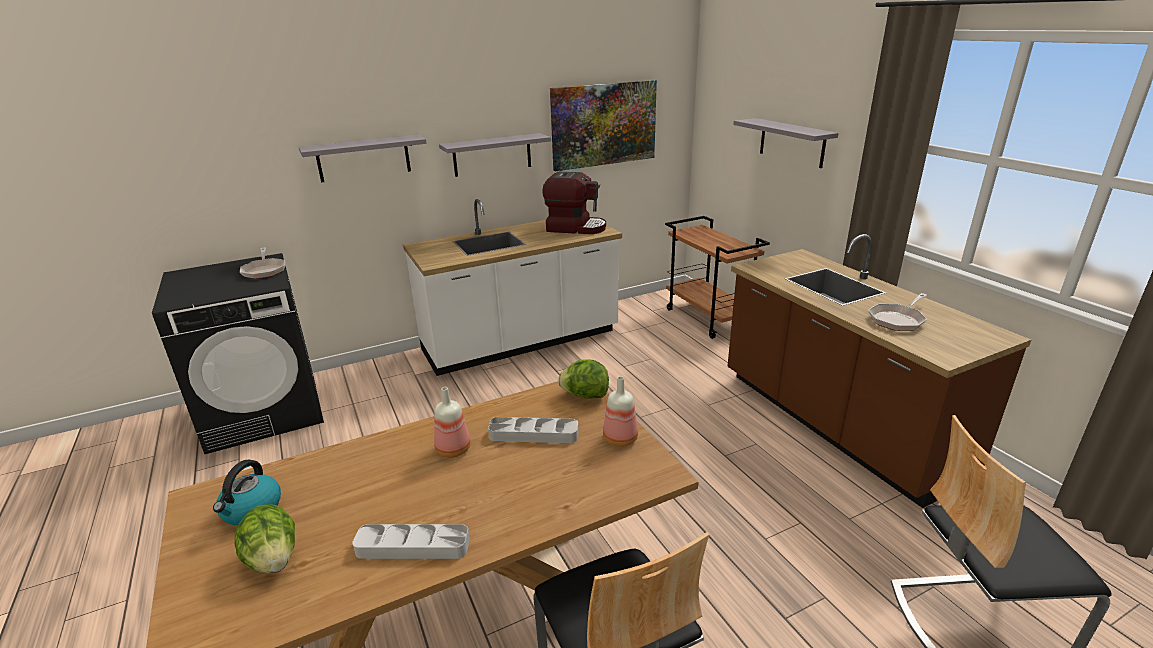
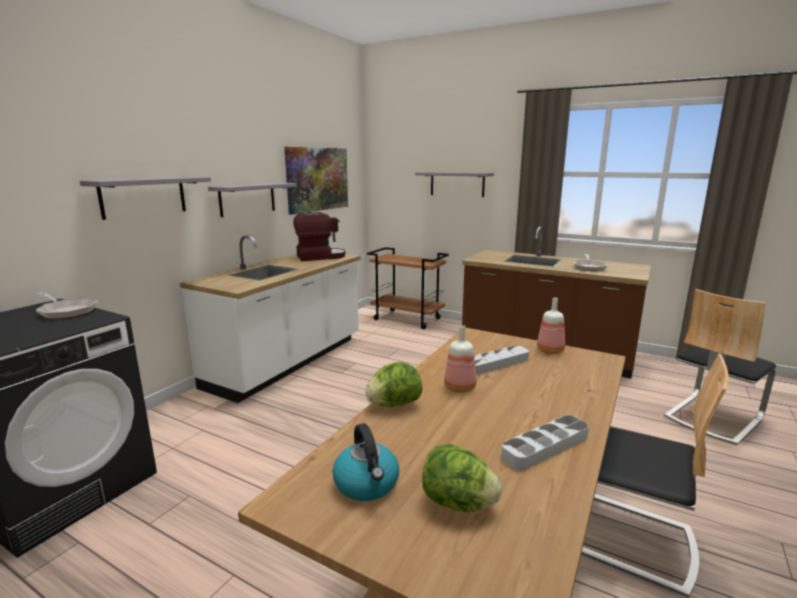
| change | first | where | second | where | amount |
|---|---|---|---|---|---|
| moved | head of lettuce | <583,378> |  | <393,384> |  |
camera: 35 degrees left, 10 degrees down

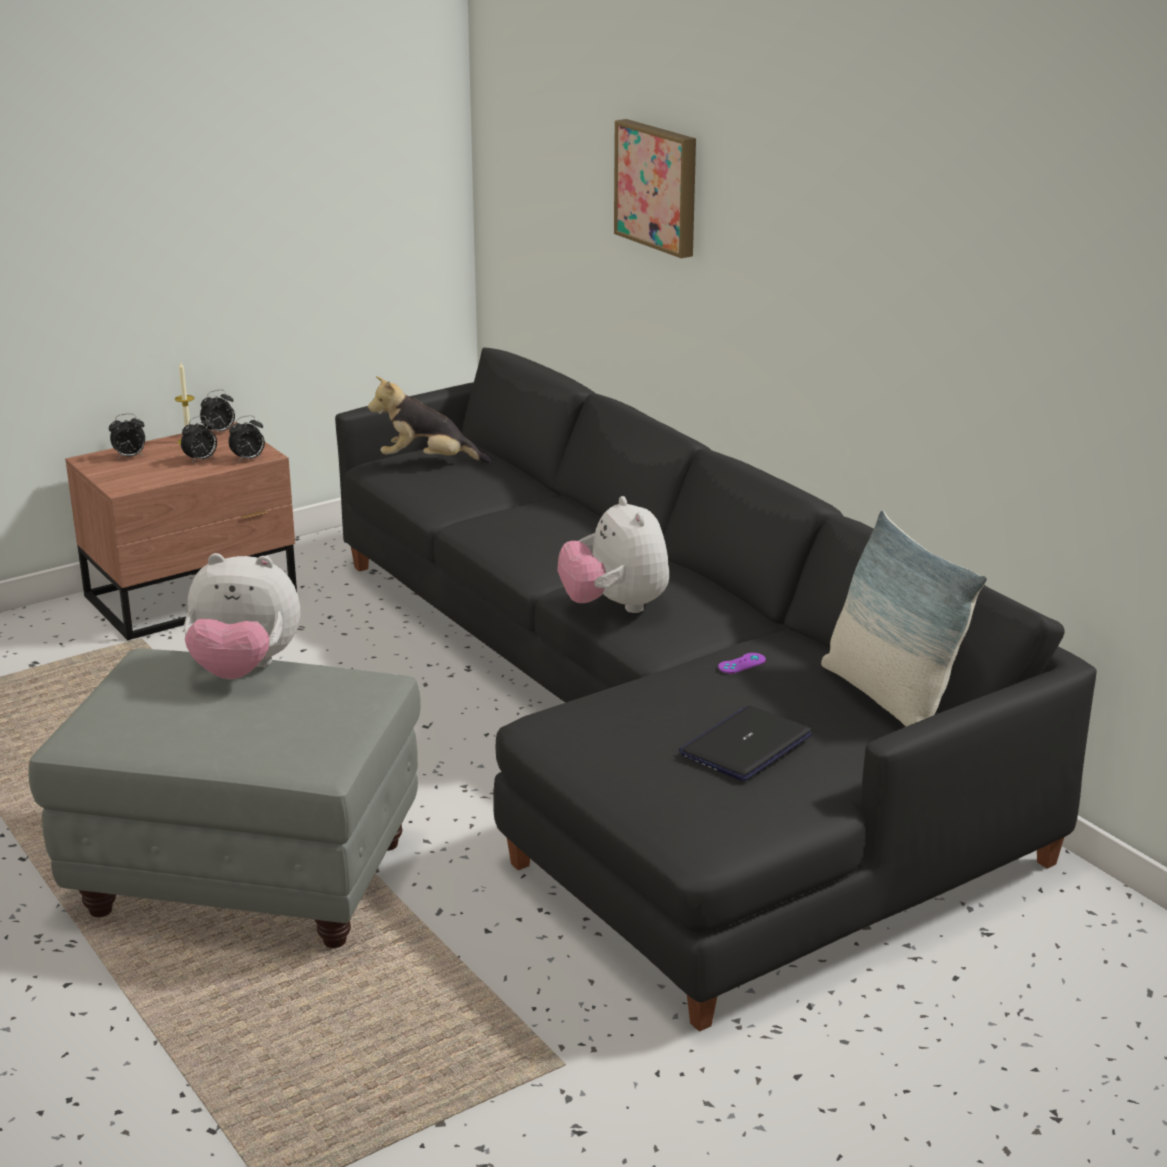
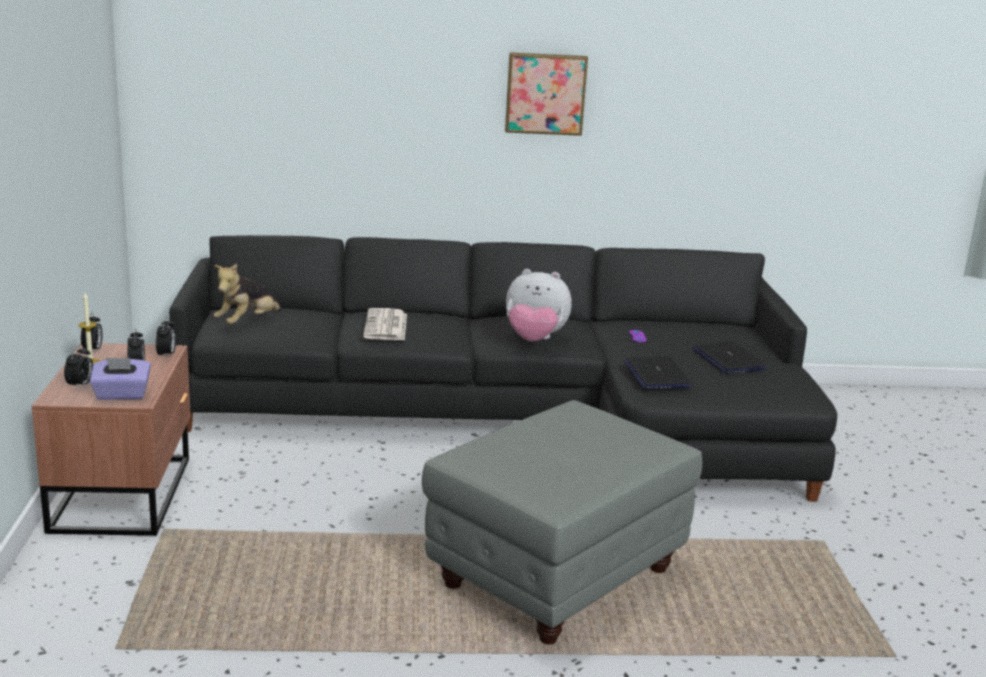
| change | first | where | second | where | amount |
|---|---|---|---|---|---|
| removed | plush toy | <242,616> |  |  |  |
| removed | pillow | <904,618> |  |  |  |
| added |  |  | box of tissues in purplish | <120,378> |  |
| added |  |  | daily paper | <385,324> |  |
| added |  |  | laptop | <657,372> |  |
| moved | wall picture | <655,188> |  | <546,94> |  |
camera: 60 degrees left, 5 degrees down

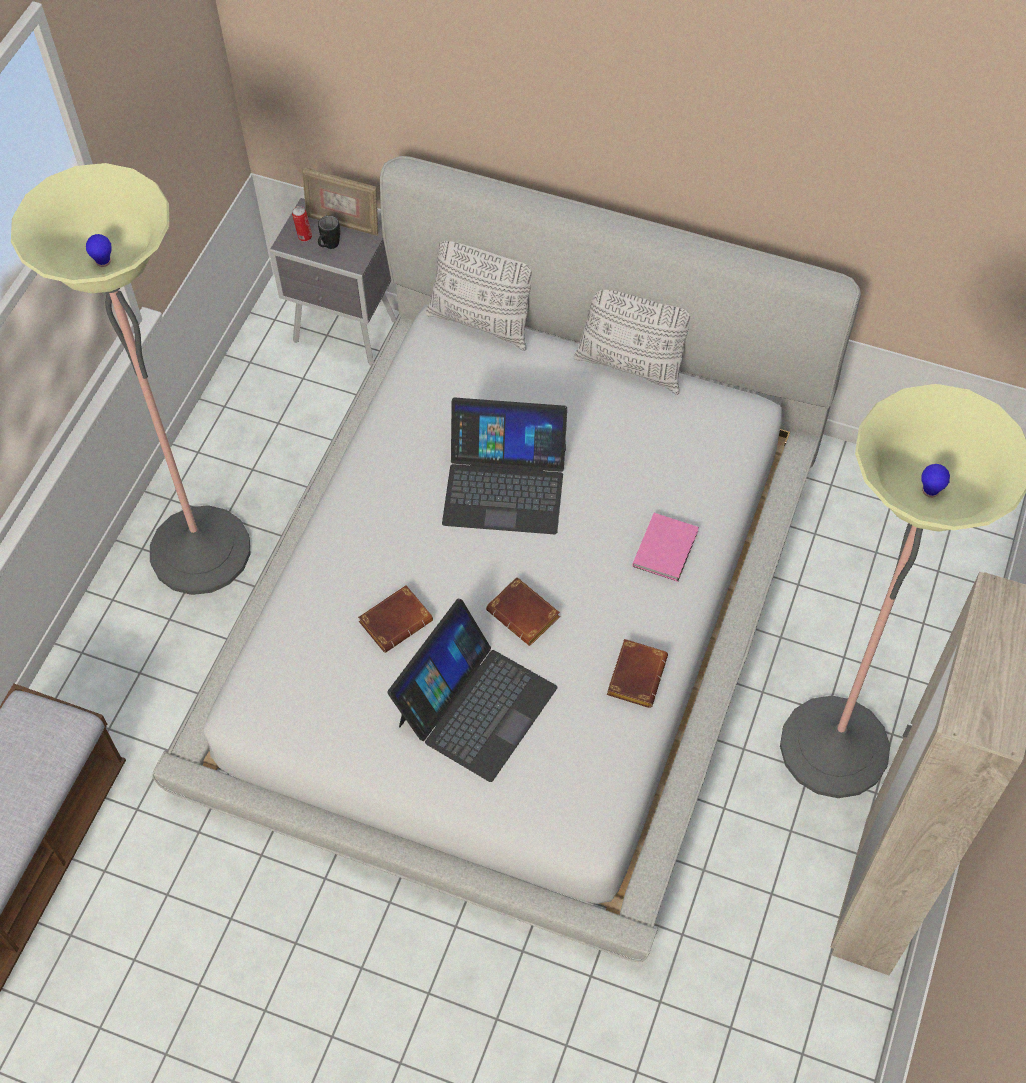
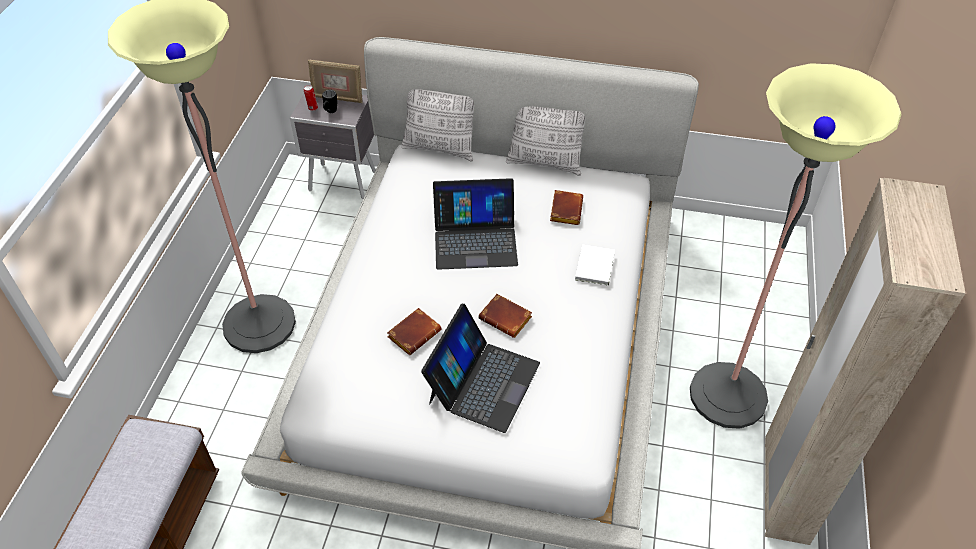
| change | first | where | second | where | amount |
|---|---|---|---|---|---|
| moved | volume in brown-coloured | <637,673> |  | <566,207> |  |
| recoloured | volume in pinkish | <666,547> | volume in white-coloured | <595,265> |  |
camera: 10 degrees left, 10 degrees down

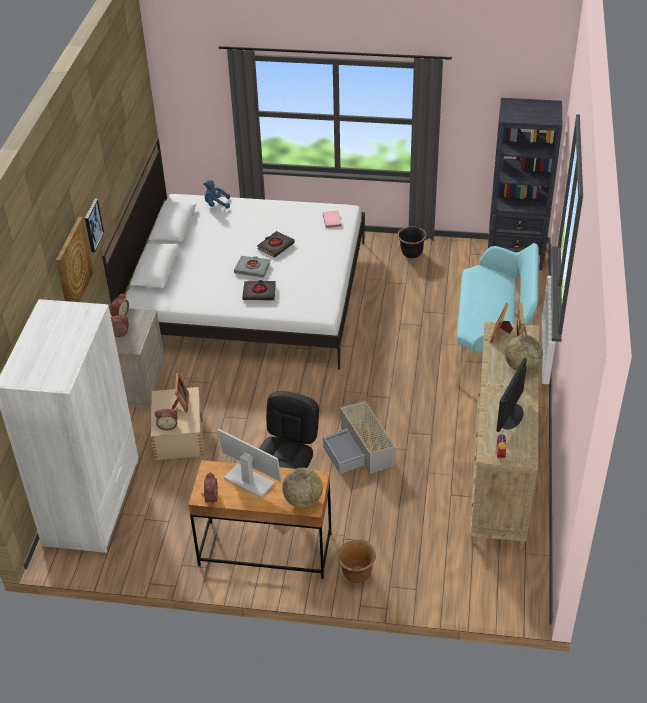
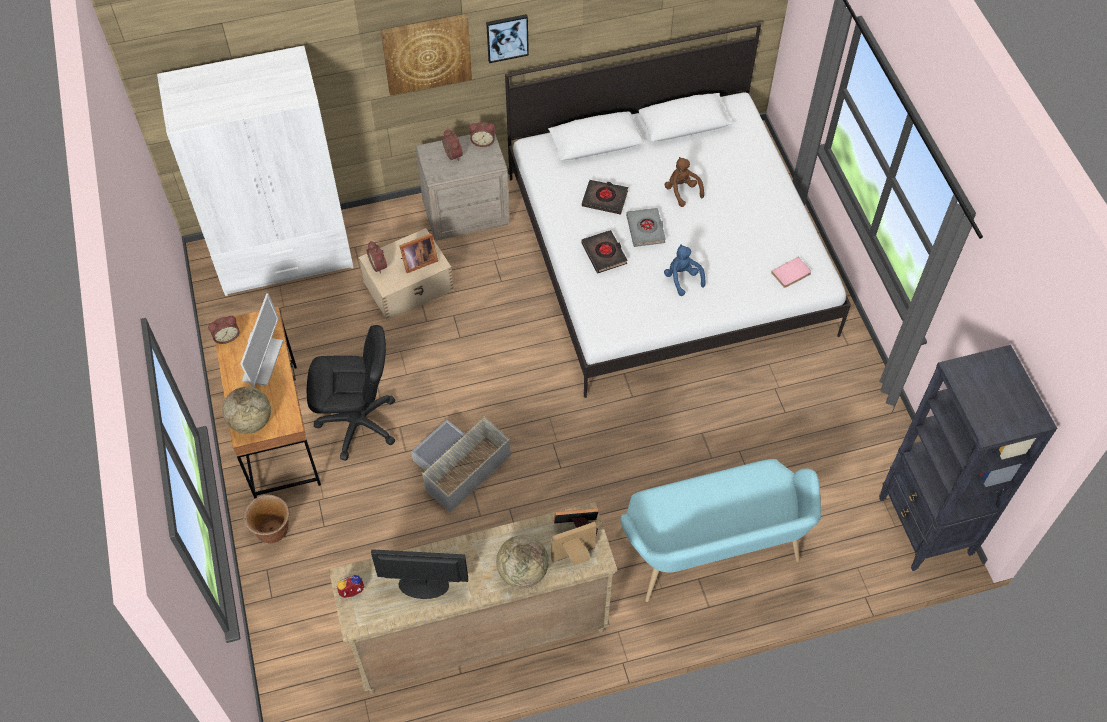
| change | first | where | second | where | amount |
|---|---|---|---|---|---|
| removed | planter in black-coloured | <412,242> |  |  |  |
| added |  |  | plush toy in brown-coloured | <684,182> |  |
| moved | plush toy in bluish | <216,194> |  | <685,270> |  |
| moved | volume in black-coloured | <276,244> |  | <605,197> |  |
camera: 65 degrees right, 15 degrees up

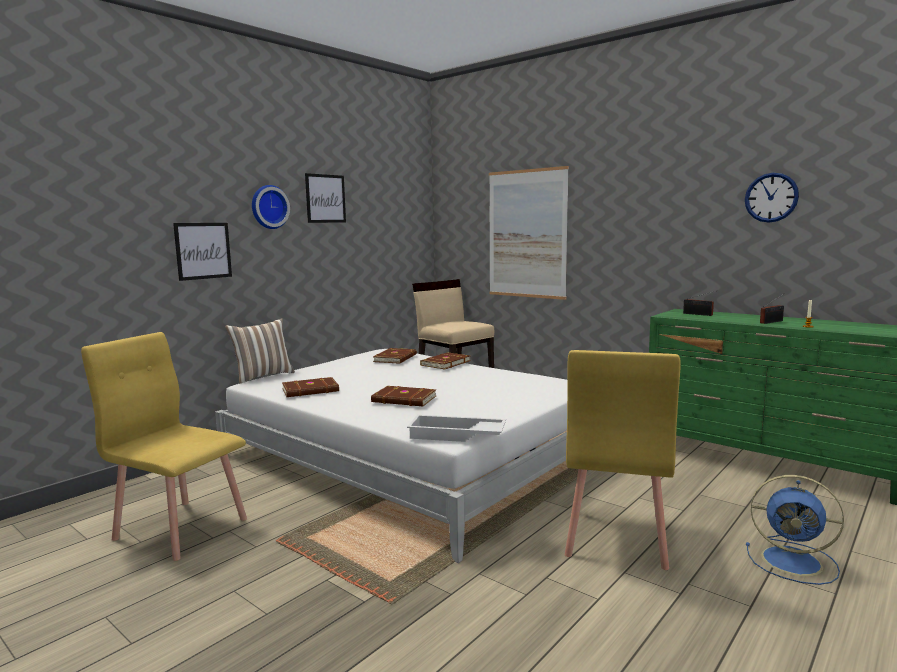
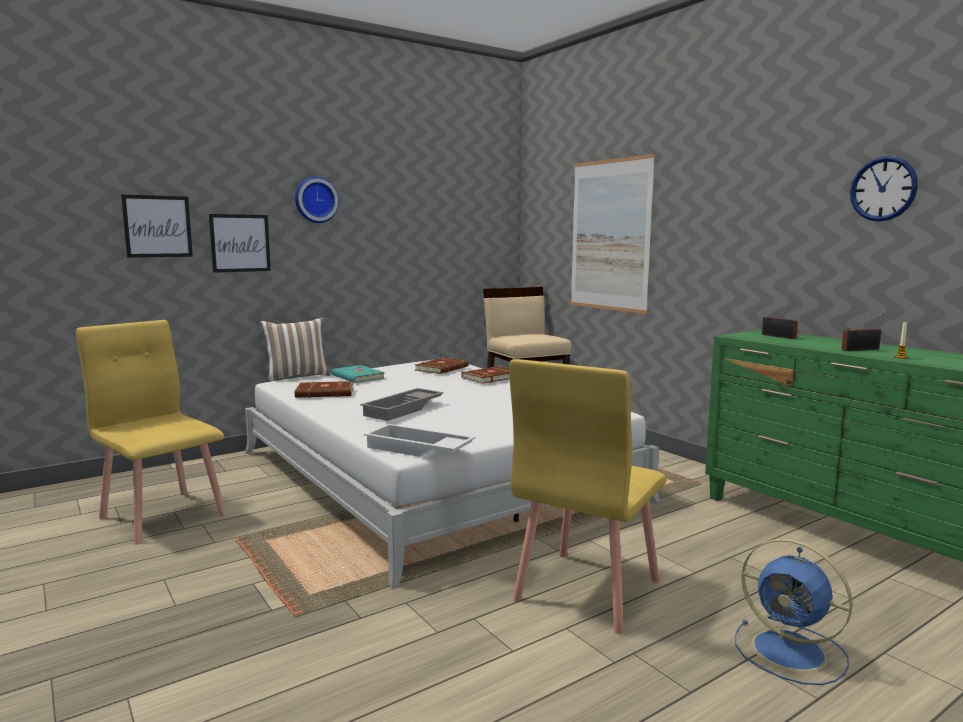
| change | first | where | second | where | amount |
|---|---|---|---|---|---|
| added |  |  | volume in turquoise | <358,374> |  |
| moved | wall picture | <325,198> |  | <157,226> |  |
| replaced | volume in brown-coloured | <403,396> | tray in gray | <402,404> |  |
camera: 15 degrees right, 0 degrees up

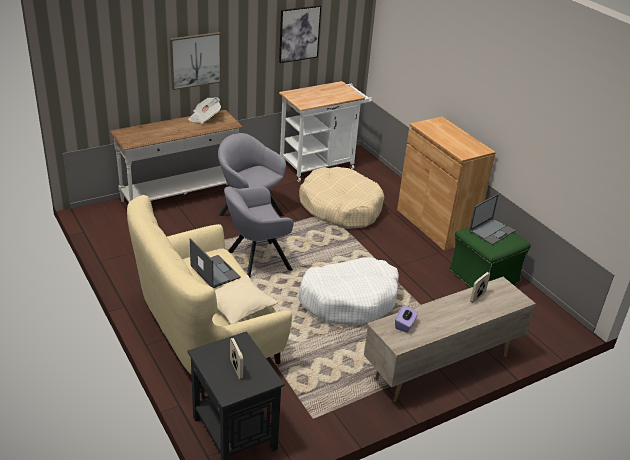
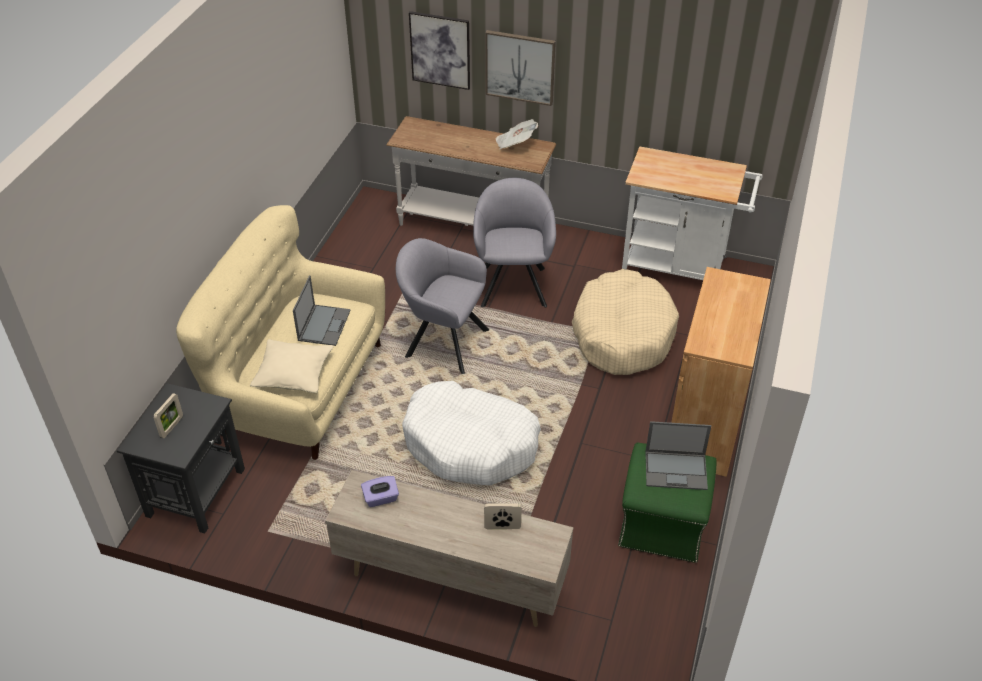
| change | first | where | second | where | amount |
|---|---|---|---|---|---|
| moved | wall picture | <300,34> |  | <439,50> |  |
camera: 50 degrees right, 10 degrees up

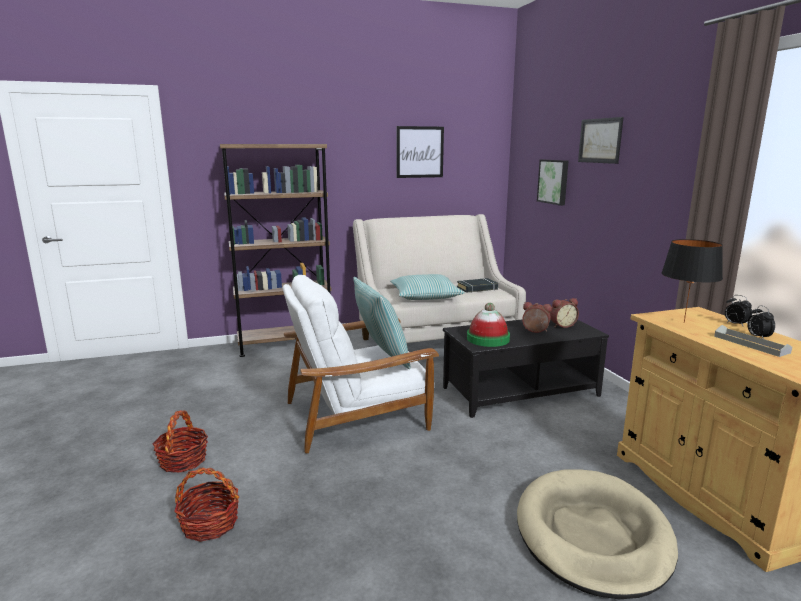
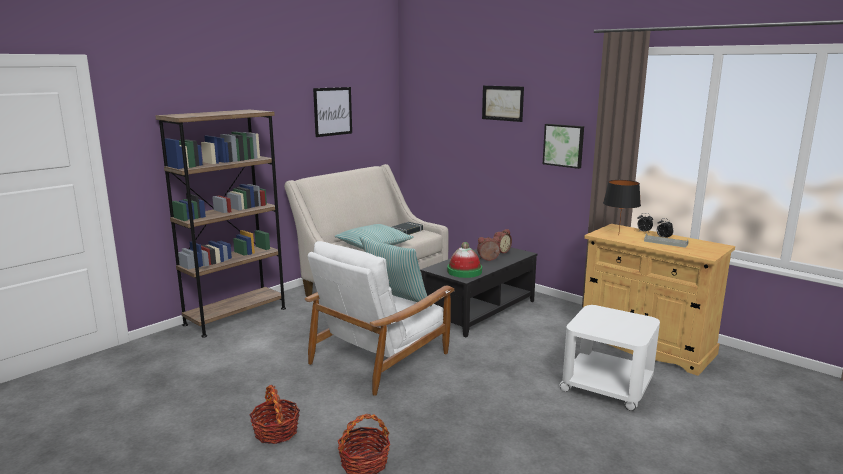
| change | first | where | second | where | amount |
|---|---|---|---|---|---|
| moved | wall picture | <552,182> |  | <563,146> |  |
| replaced | dog bed in beige | <597,534> | side table in white-coloured | <609,358> |  |
camera: 30 degrees left, 0 degrees up

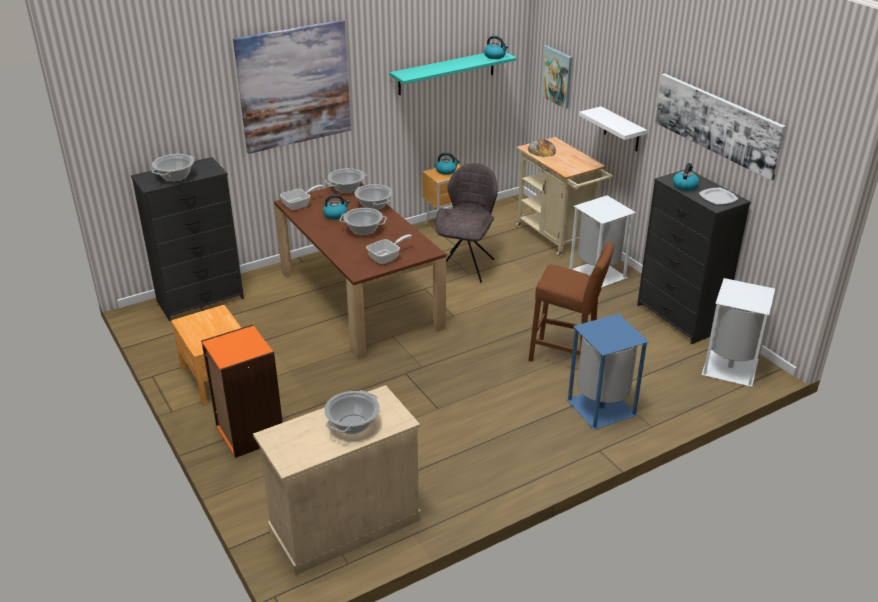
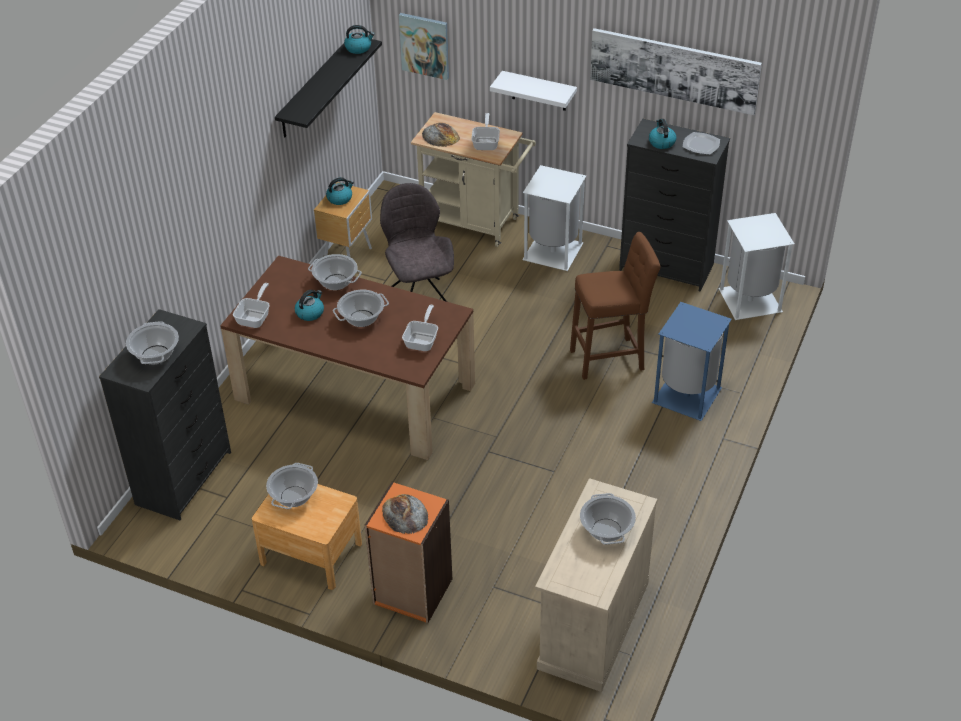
| change | first | where | second | where | amount |
|---|---|---|---|---|---|
| removed | wall picture | <292,87> |  |  |  |
| added |  |  | bread | <405,514> |  |
| added |  |  | pan | <486,131> |  |
| moved | saucepot | <346,181> |  | <292,486> |  |
| recoloured | bracket shelf in turquoise | <453,73> | bracket shelf in black-coloured | <328,88> |  |
camera: 35 degrees left, 10 degrees up

